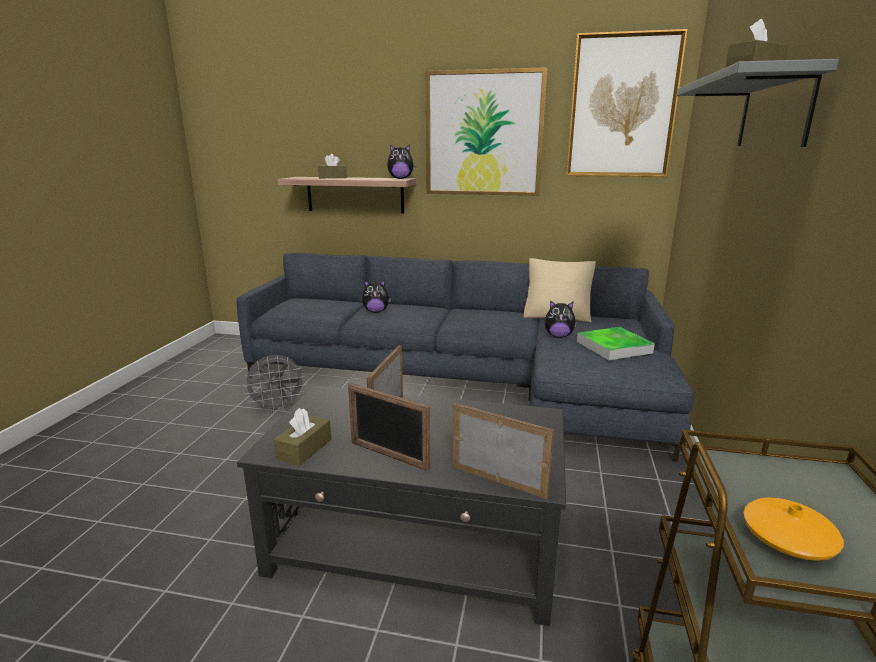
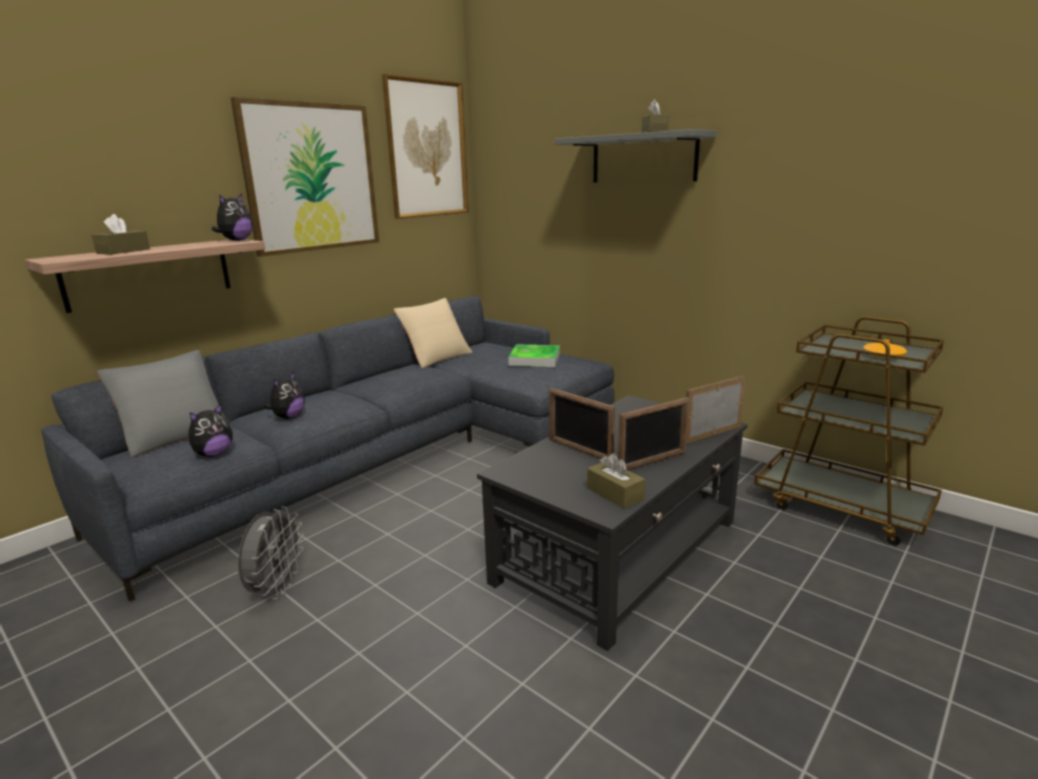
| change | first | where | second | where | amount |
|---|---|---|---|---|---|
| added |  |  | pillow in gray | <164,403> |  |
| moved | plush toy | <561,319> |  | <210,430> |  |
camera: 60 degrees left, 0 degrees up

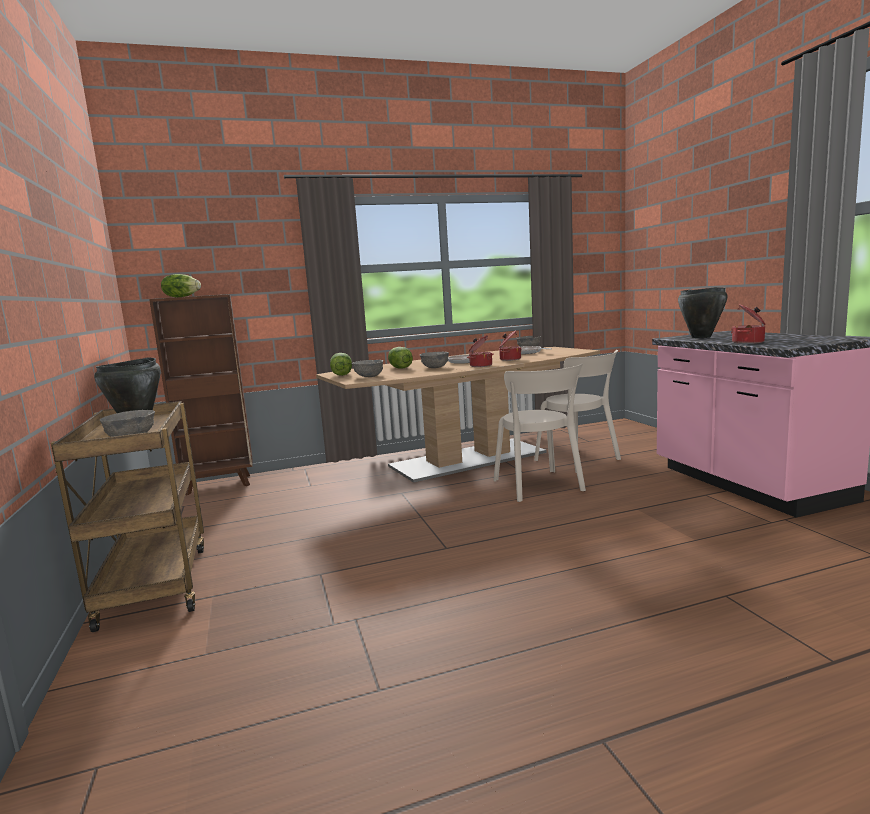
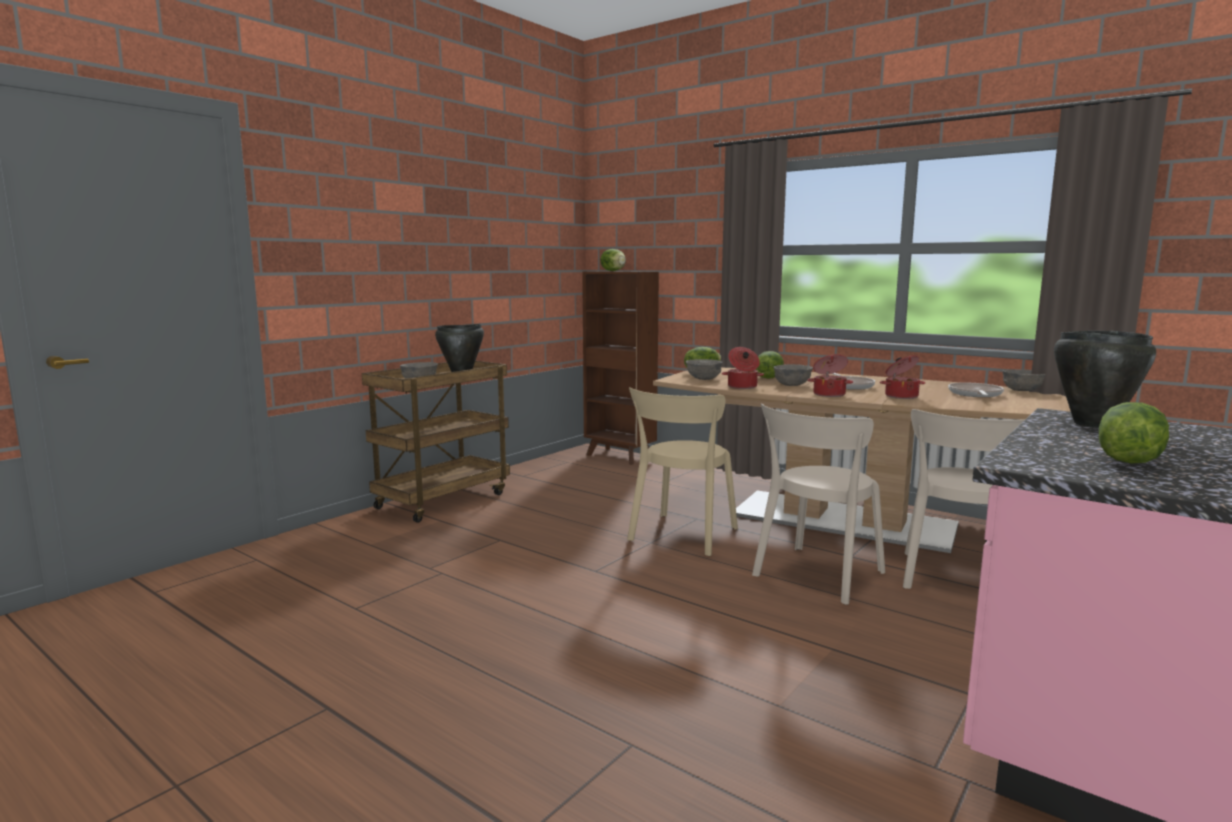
| change | first | where | second | where | amount |
|---|---|---|---|---|---|
| added |  |  | chair in beige | <682,471> |  |
| added |  |  | head of lettuce | <1134,433> |  |
| moved | saucepot | <748,324> |  | <743,368> |  |
camera: 55 degrees right, 0 degrees up

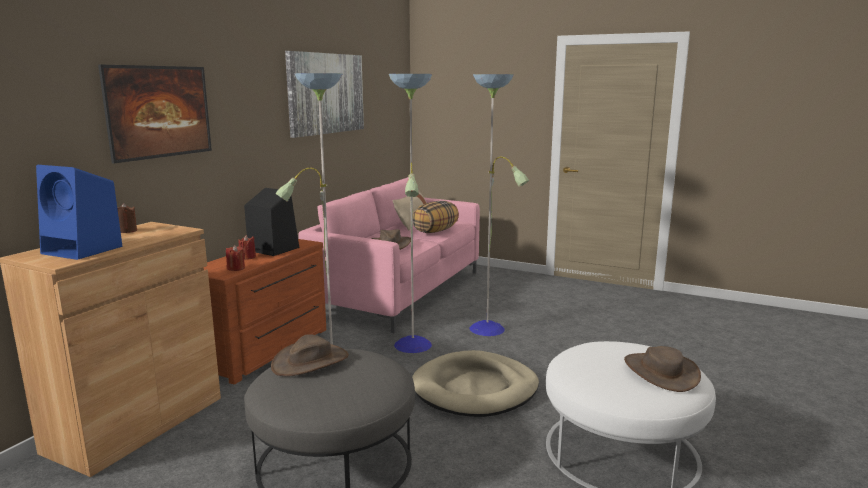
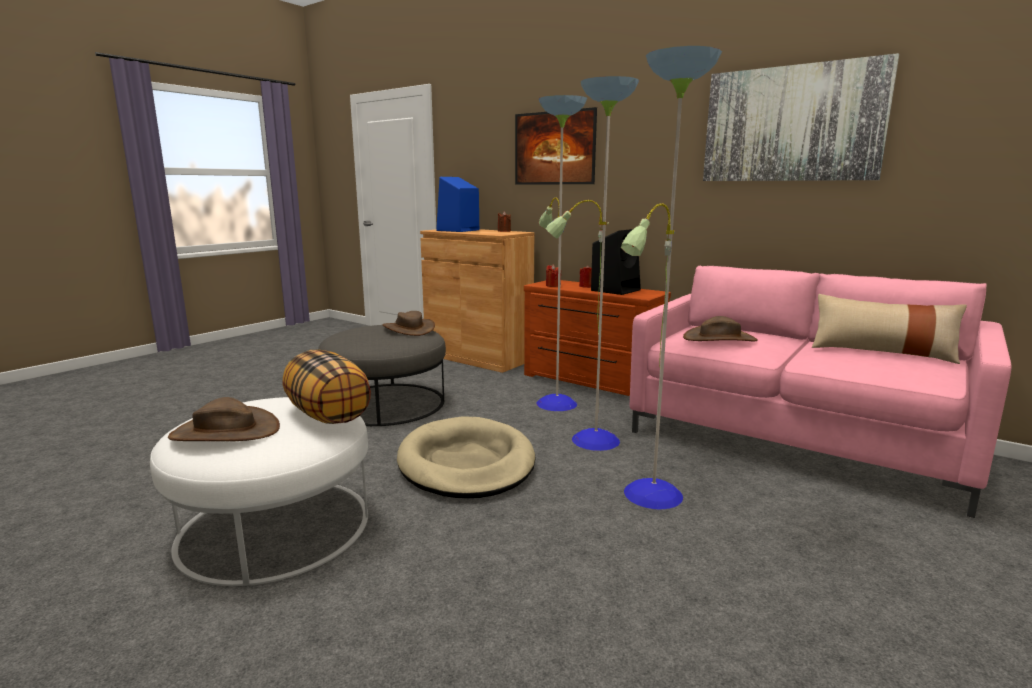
| change | first | where | second | where | amount |
|---|---|---|---|---|---|
| moved | pillow | <436,217> |  | <326,387> |  |
camera: 100 degrees right, 0 degrees up

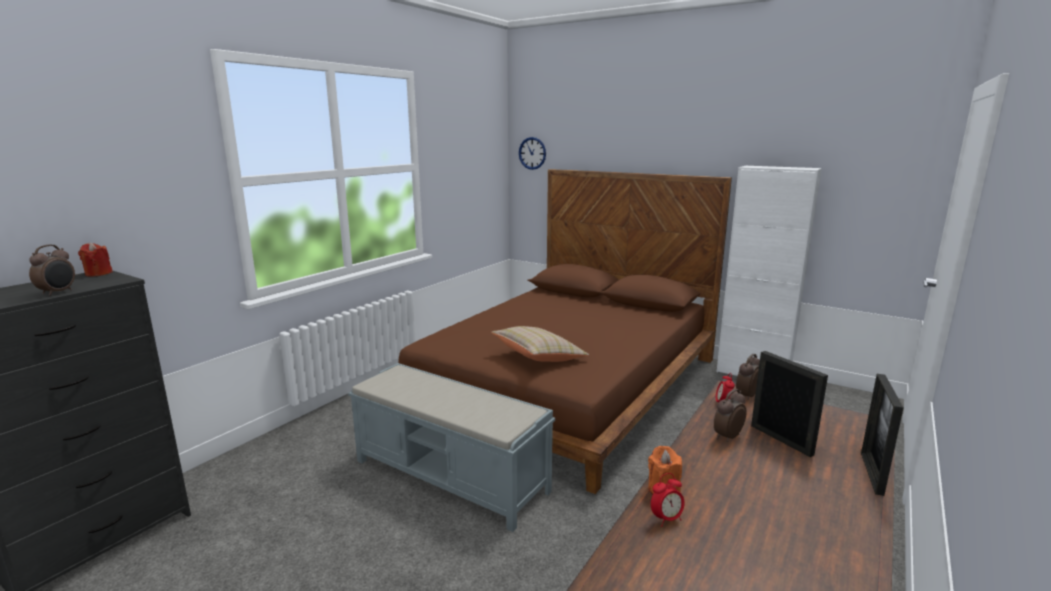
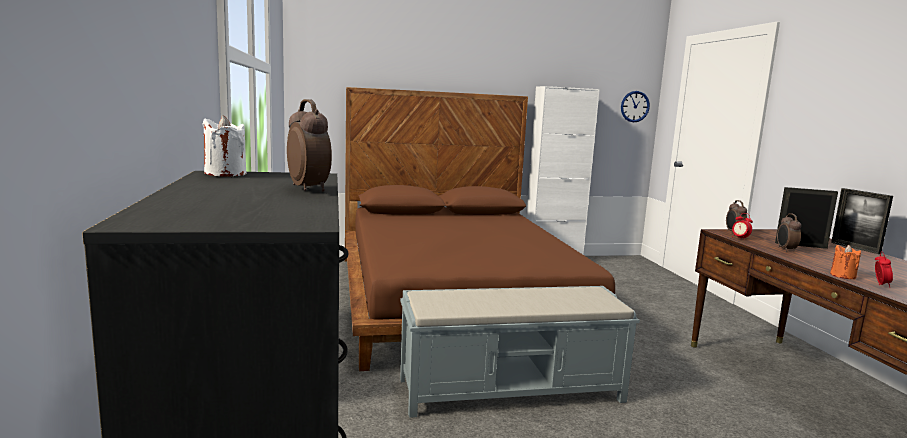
| change | first | where | second | where | amount |
|---|---|---|---|---|---|
| removed | pillow in beige | <540,344> |  |  |  |
| moved | wall clock | <532,153> |  | <635,106> |  |
| recoloured | candle in red | <95,259> | candle in white-coloured | <224,146> |  |
camera: 45 degrees left, 5 degrees down

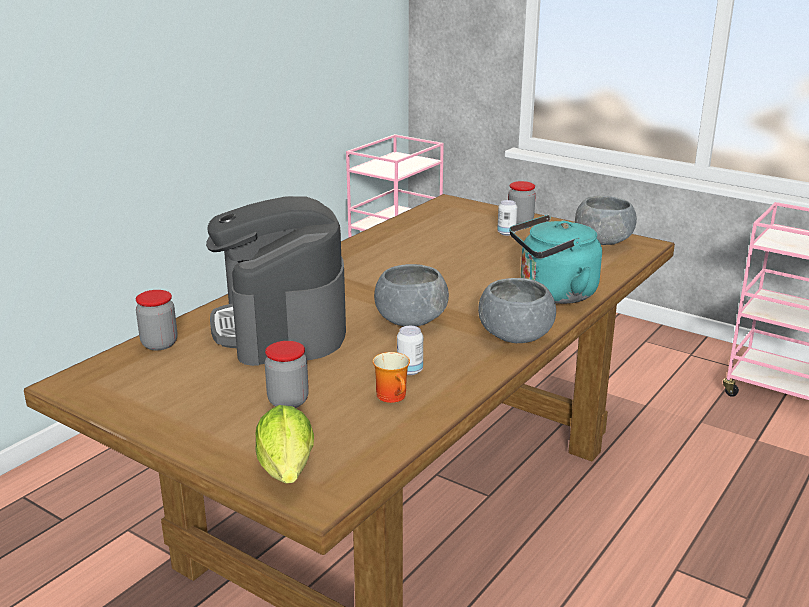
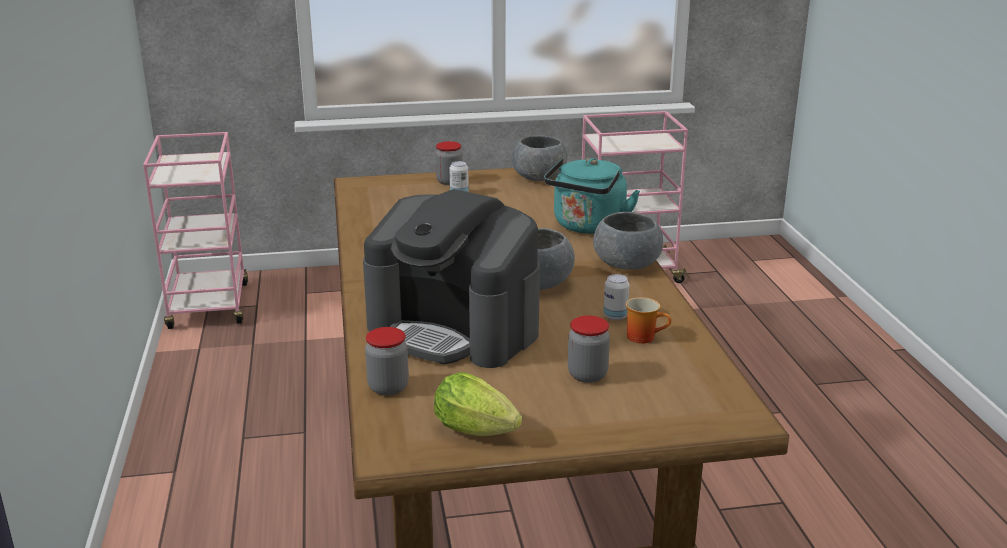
| change | first | where | second | where | amount |
|---|---|---|---|---|---|
| moved | head of lettuce | <285,444> |  | <478,404> |  |
camera: 45 degrees left, 0 degrees up

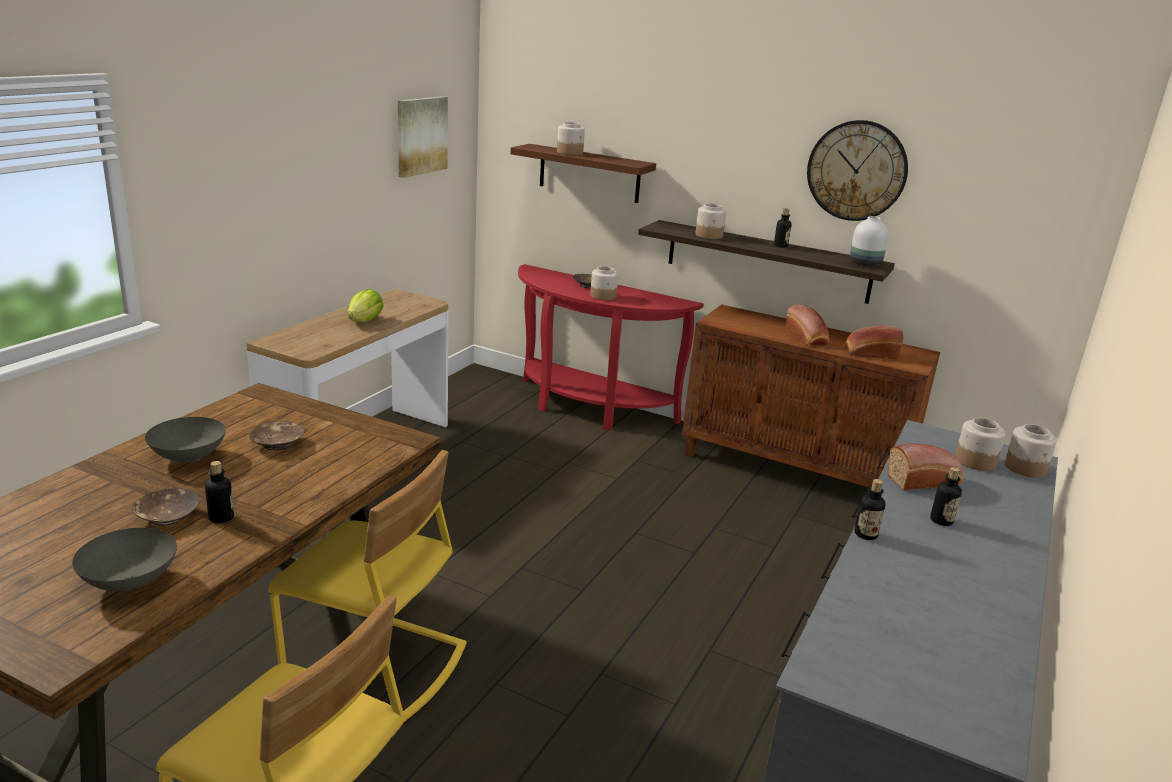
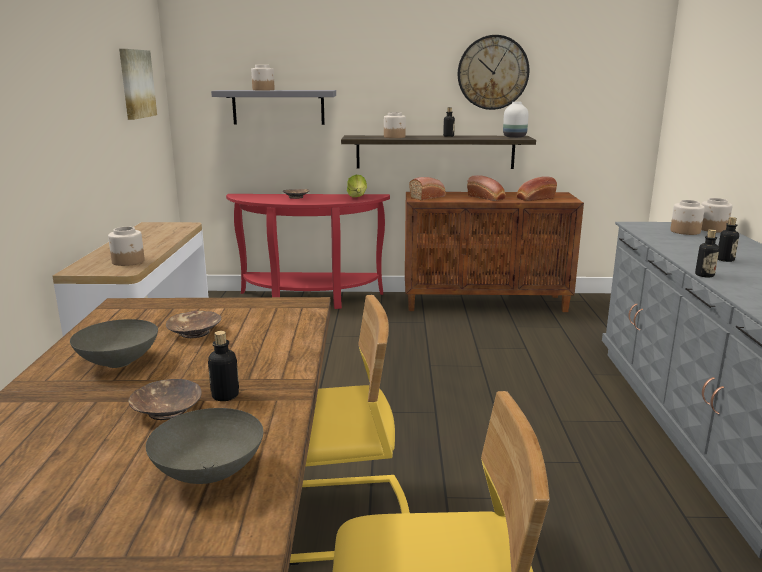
| change | first | where | second | where | amount |
|---|---|---|---|---|---|
| moved | head of lettuce | <365,305> |  | <357,186> |  |
| moved | jar | <604,283> |  | <126,246> |  |
| moved | bread | <925,466> |  | <427,189> |  |
| recoloured | bracket shelf in brown-coloured | <583,173> | bracket shelf in gray | <273,107> |  |
camera: 25 degrees left, 5 degrees down

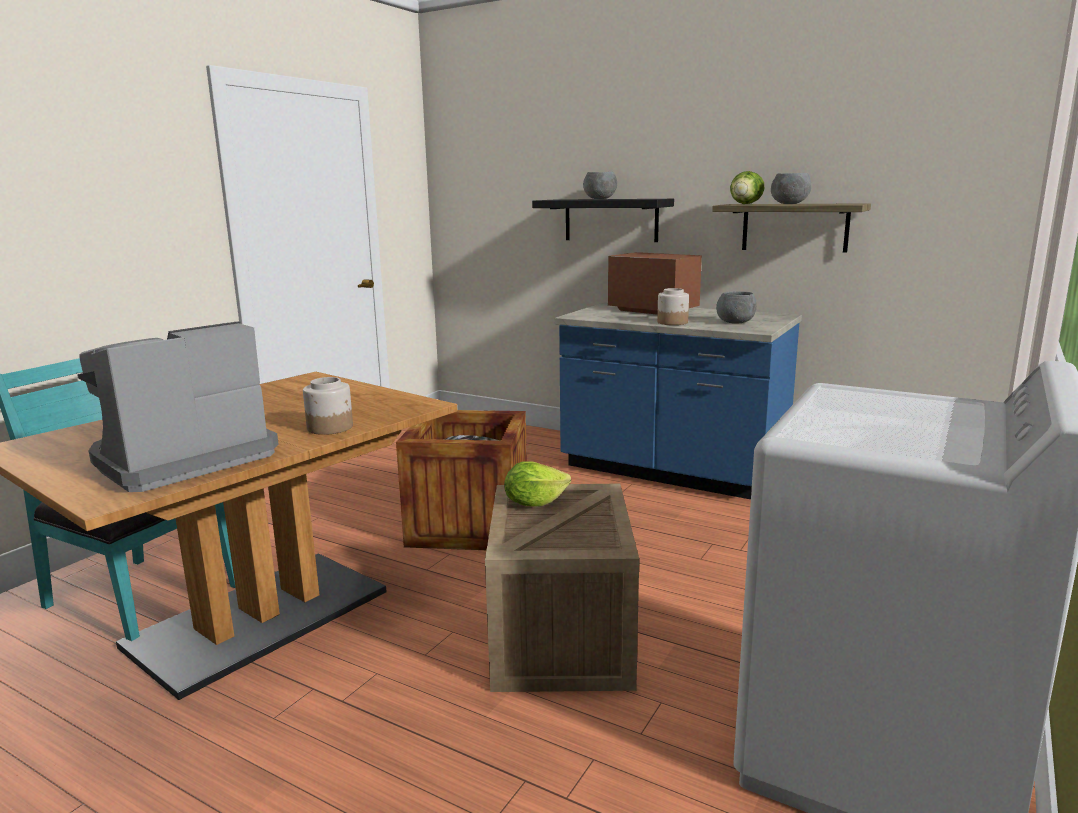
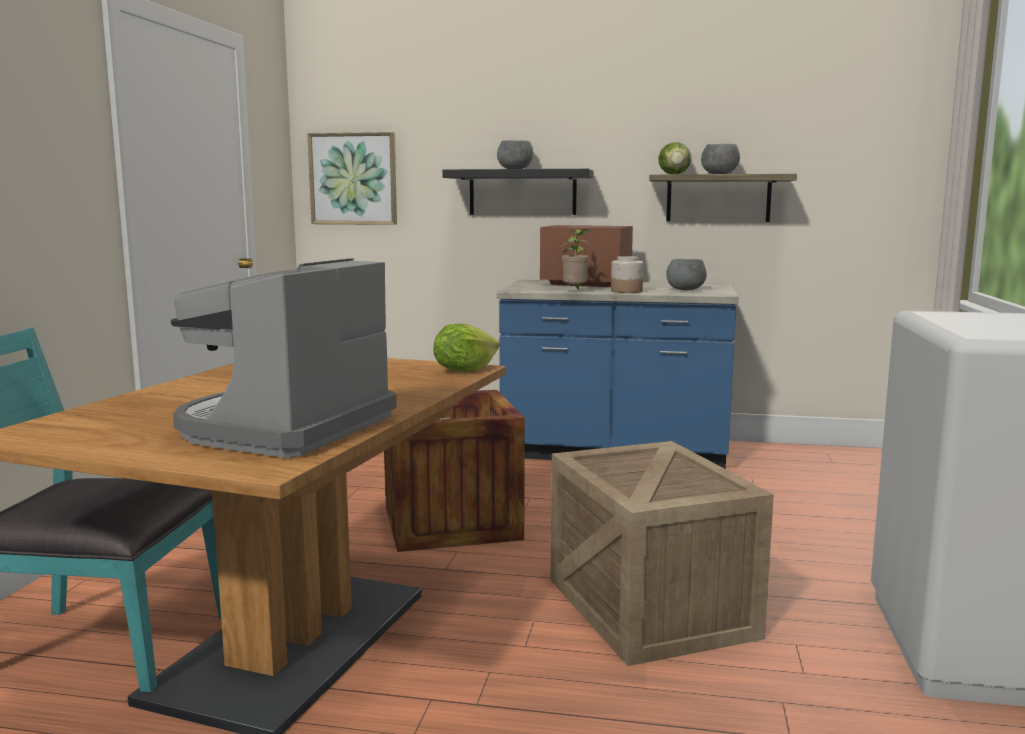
| change | first | where | second | where | amount |
|---|---|---|---|---|---|
| removed | jar | <328,406> |  |  |  |
| added |  |  | wall picture | <352,178> |  |
| added |  |  | plant in a pot | <575,259> |  |
| moved | head of lettuce | <537,484> |  | <466,348> |  |
camera: 20 degrees left, 5 degrees down

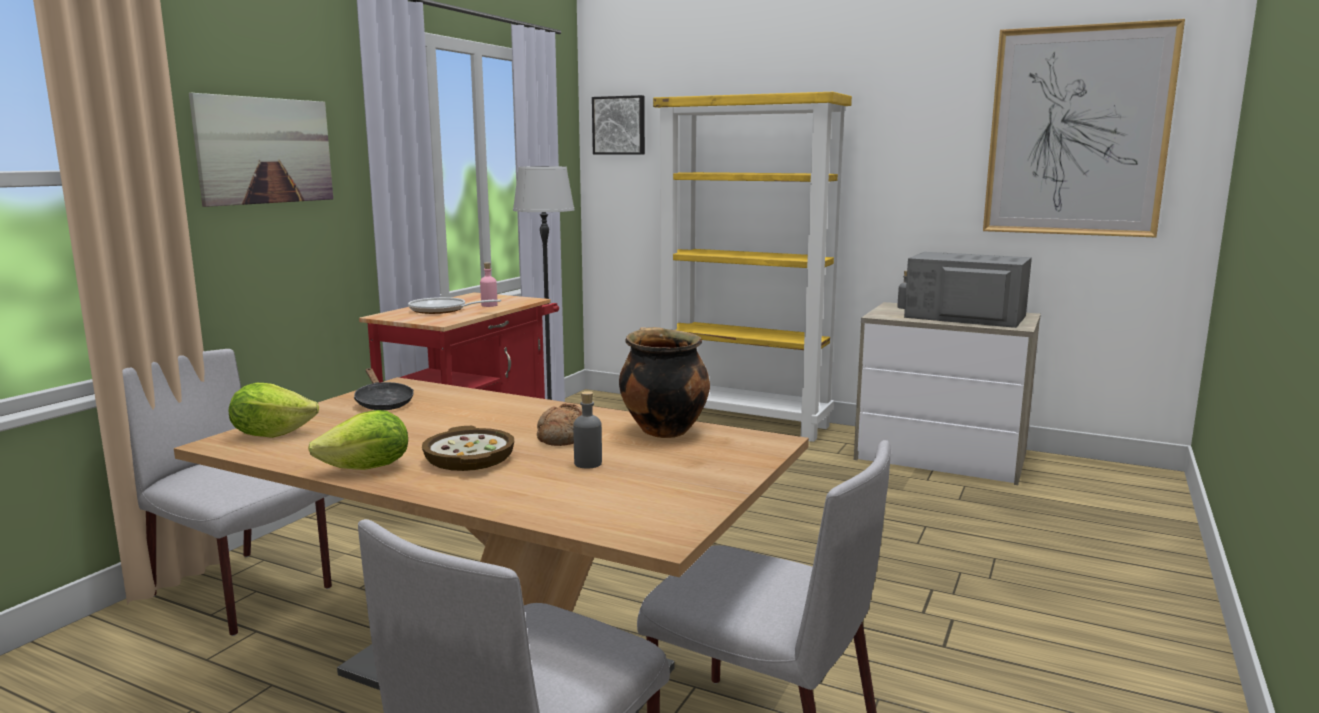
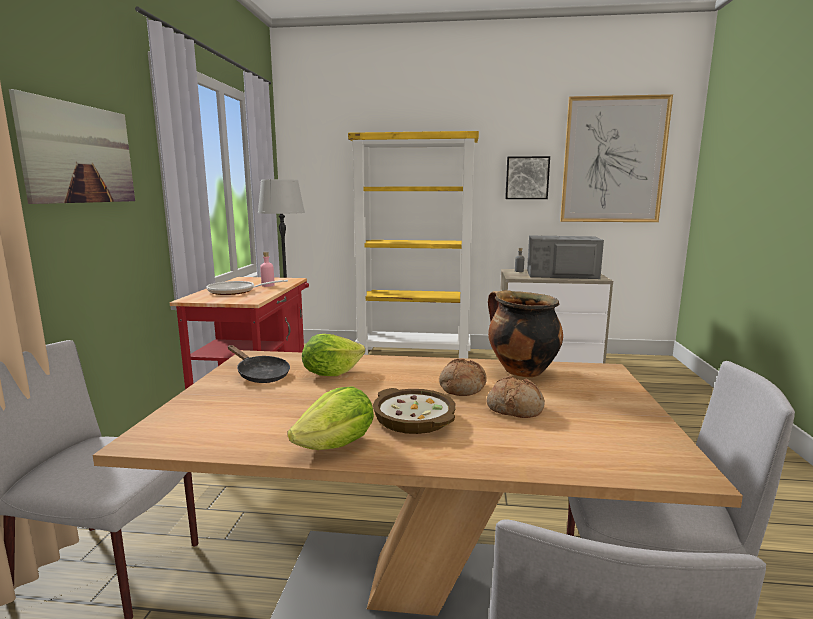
| change | first | where | second | where | amount |
|---|---|---|---|---|---|
| moved | head of lettuce | <273,410> |  | <333,355> |  |
| moved | wall picture | <618,124> |  | <527,177> |  |
| replaced | bottle in gray | <587,430> | bread | <516,397> |  |
camera: 20 degrees left, 0 degrees up

